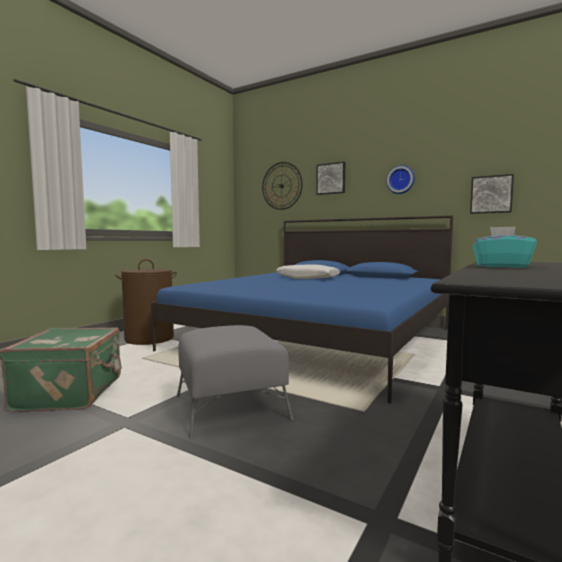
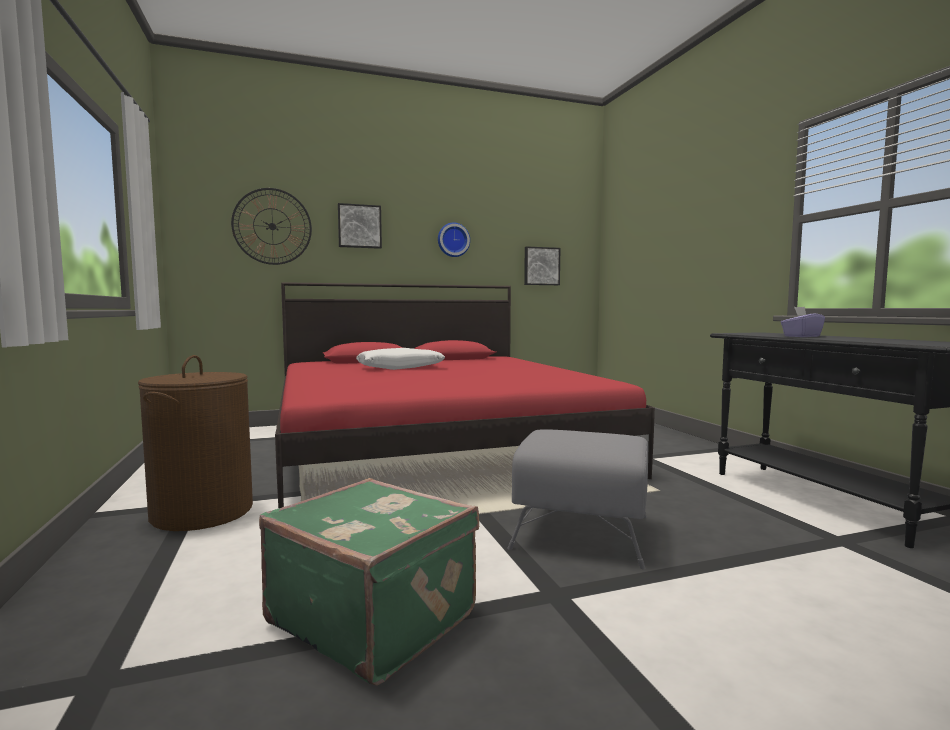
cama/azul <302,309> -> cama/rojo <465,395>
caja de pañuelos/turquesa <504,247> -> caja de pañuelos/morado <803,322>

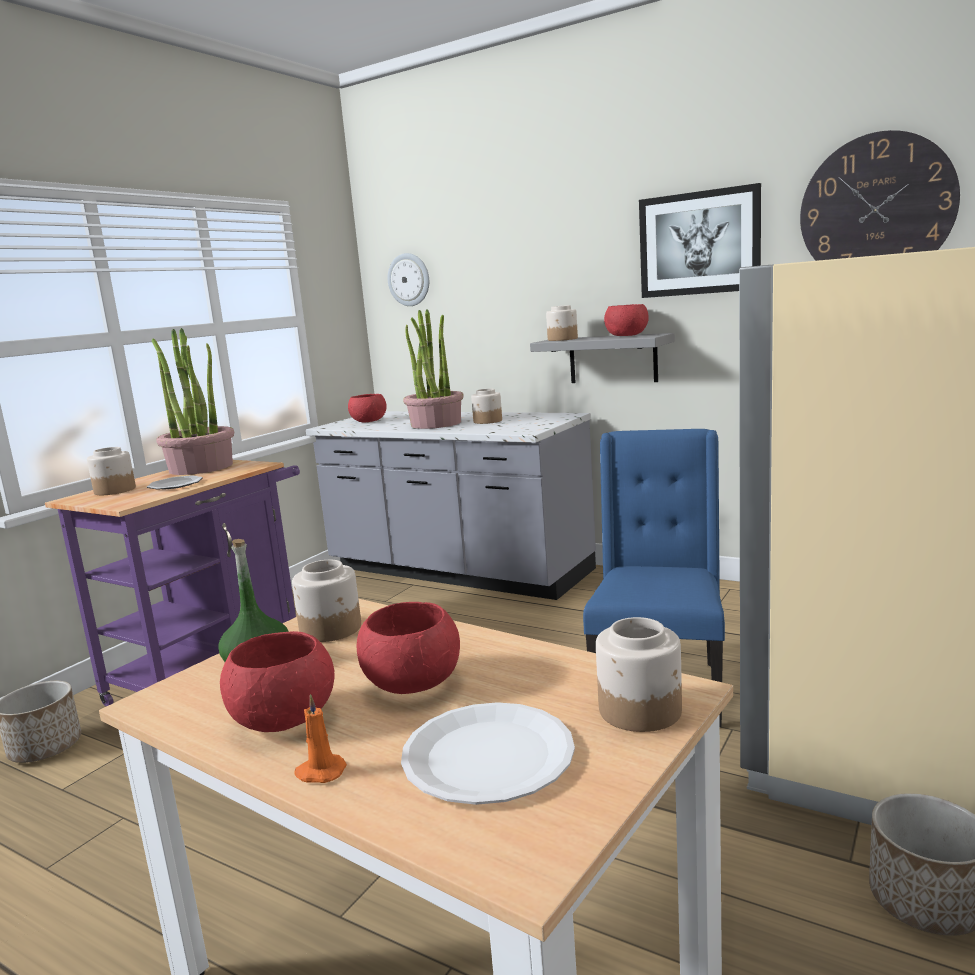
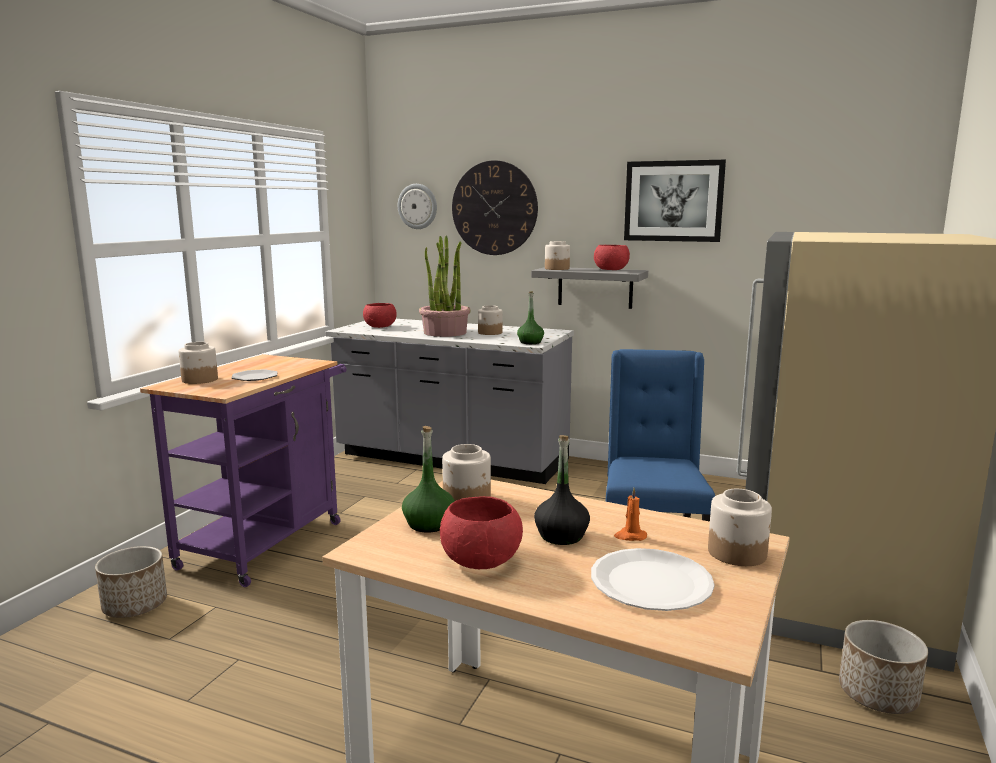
planta en maceta <193,401> -> none
none -> botella/verde <530,317>
vela/naranja <320,738> -> vela/naranja <630,514>, move
reloj de pared <880,195> -> reloj de pared <495,207>, move
cuenco/rojo <408,648> -> botella/negro <562,490>

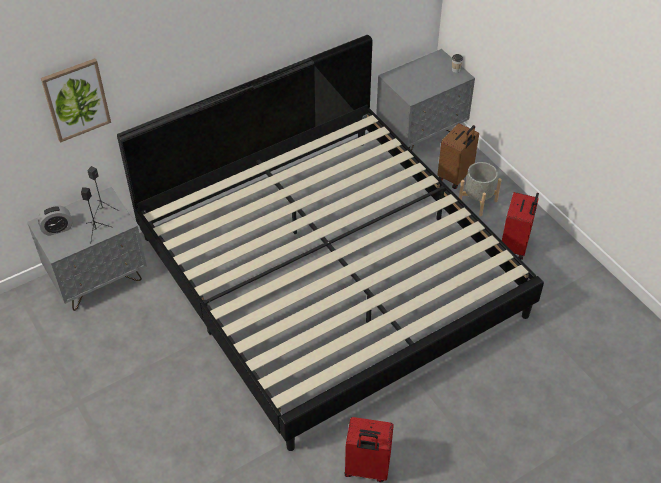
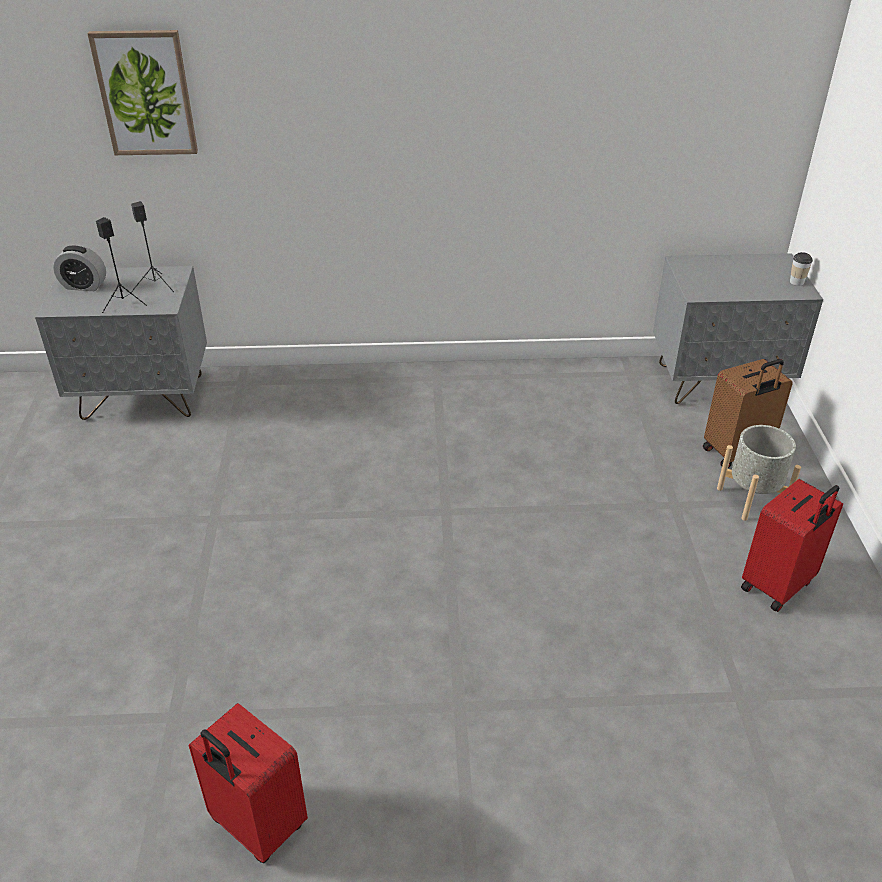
cama <330,243> -> none

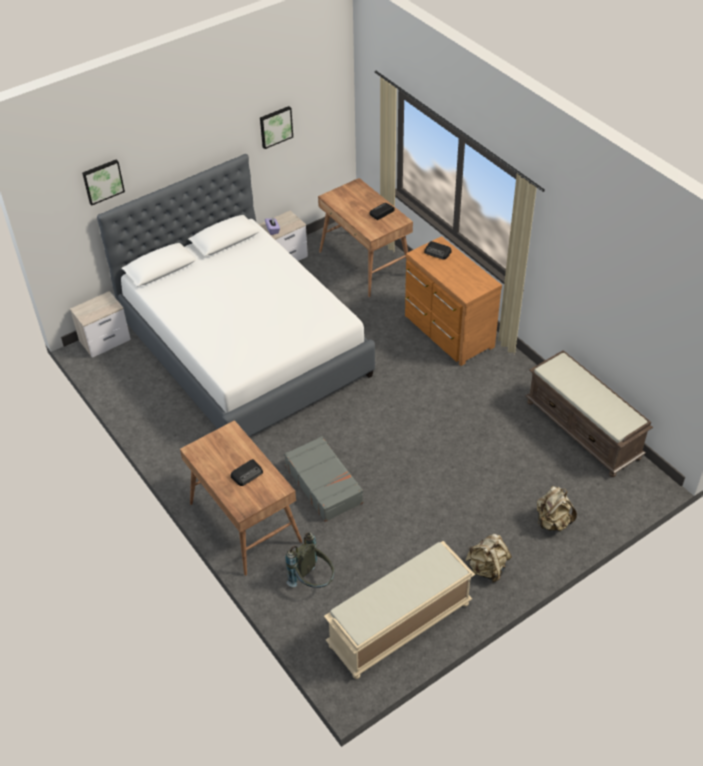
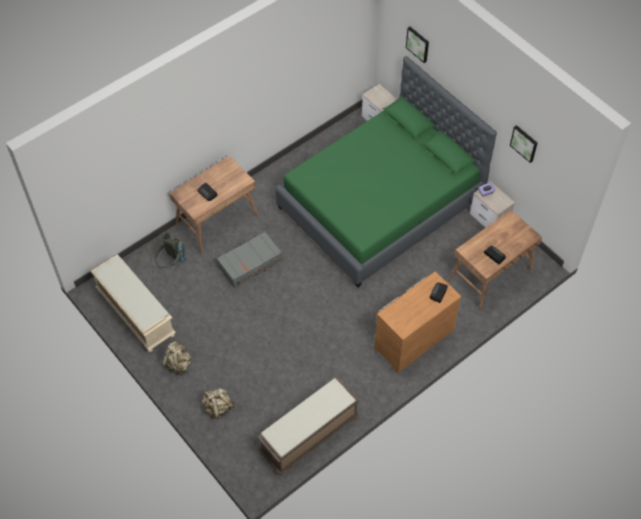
cama/blanco <236,295> -> cama/verde <386,171>

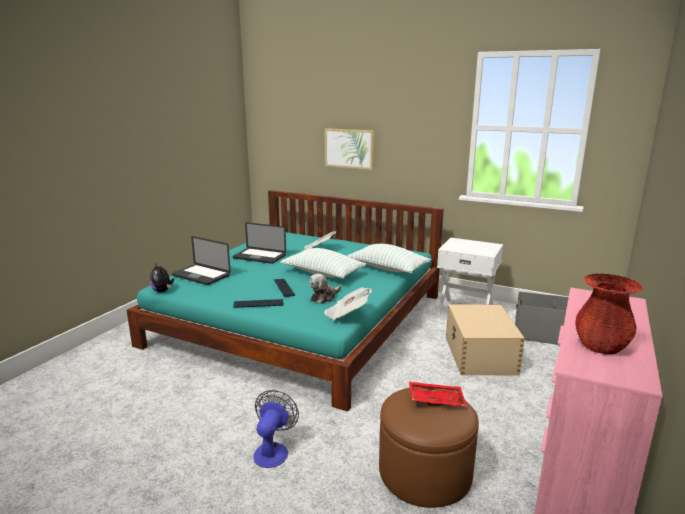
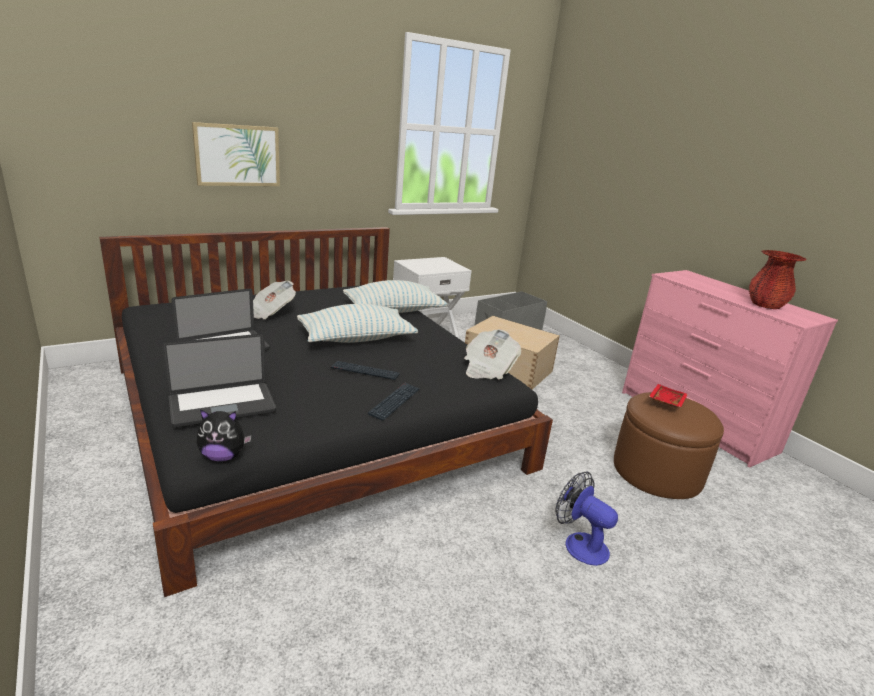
peluche <325,289> -> none
cama/turquesa <285,301> -> cama/negro <326,412>

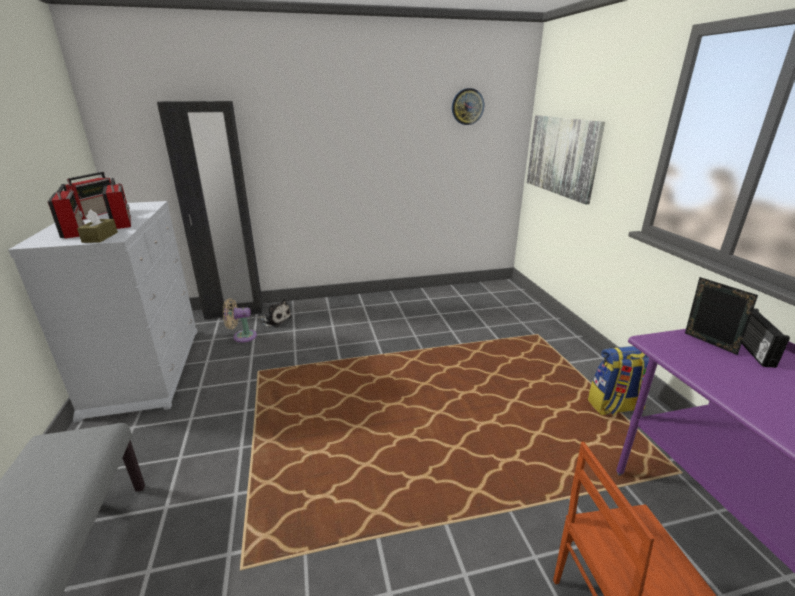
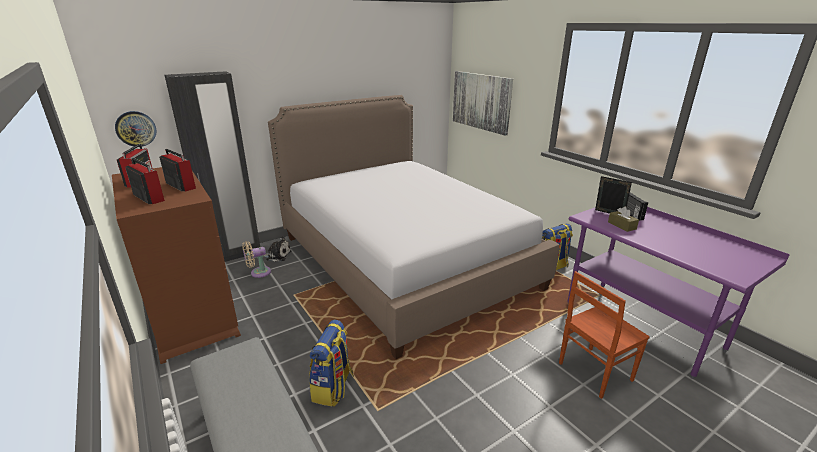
none -> cama <413,227>
none -> mochila <331,363>
caja de pañuelos/marrón <97,226> -> caja de pañuelos/marrón <623,219>, move
reloj de pared <468,106> -> reloj de pared <136,129>, move
cómoda/blanco <103,312> -> cómoda/marrón <176,265>

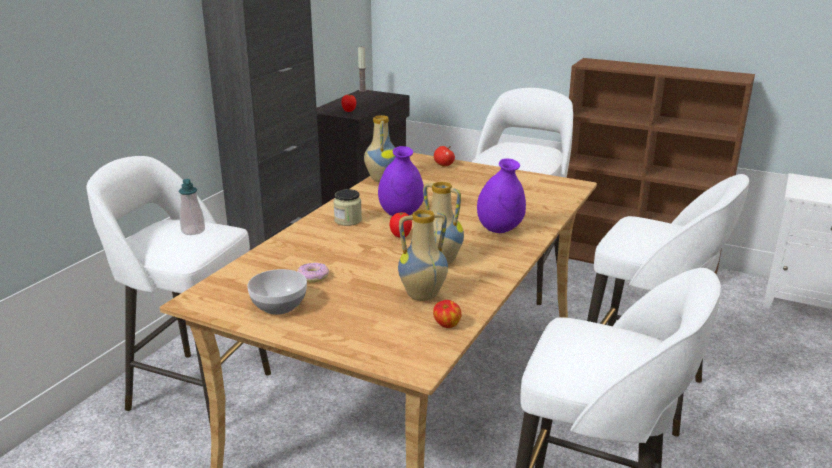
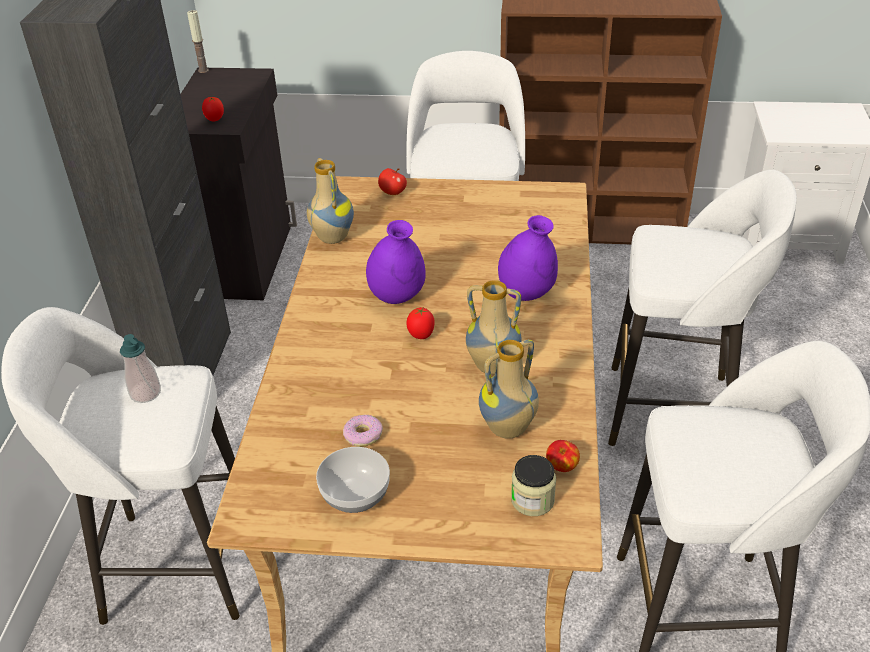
tarro <347,207> -> tarro <533,485>, move

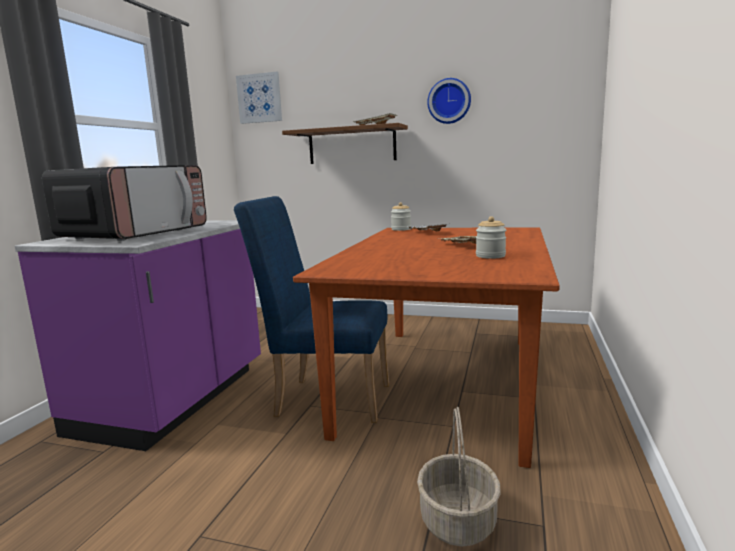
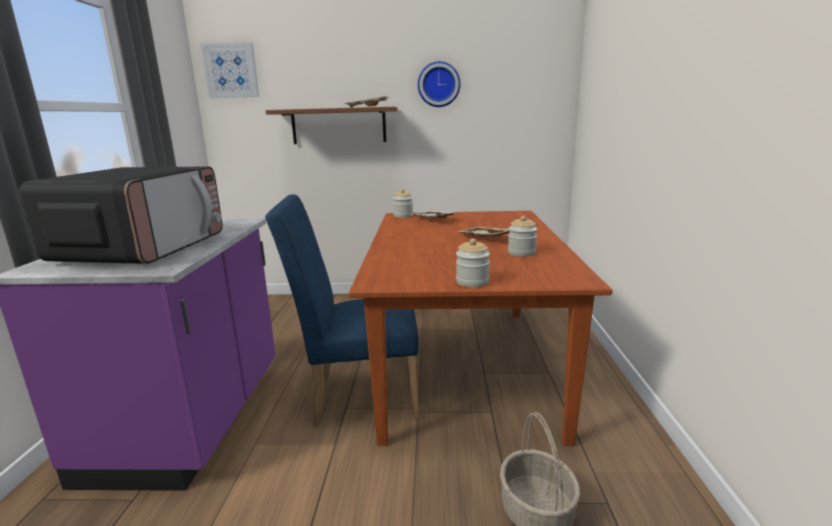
none -> tarro <473,262>

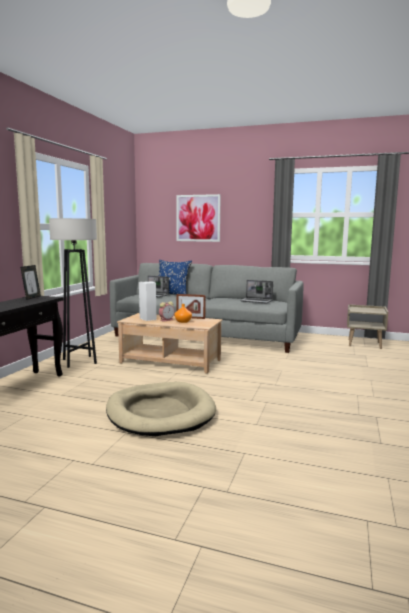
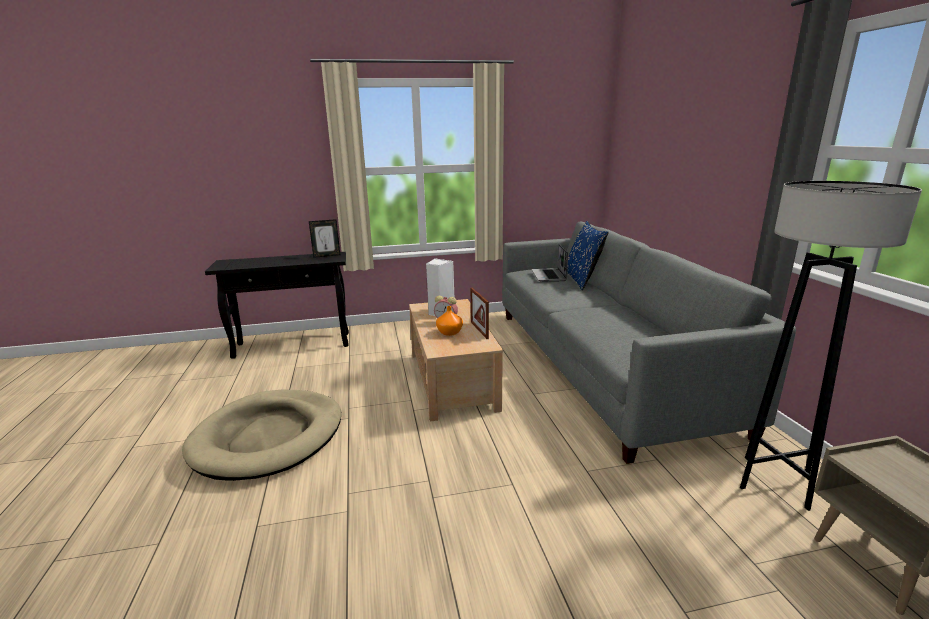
cuadro <198,218> -> none
portátil <256,292> -> none
lámpara de pie/gris <73,293> -> lámpara de pie/gris <831,346>, move

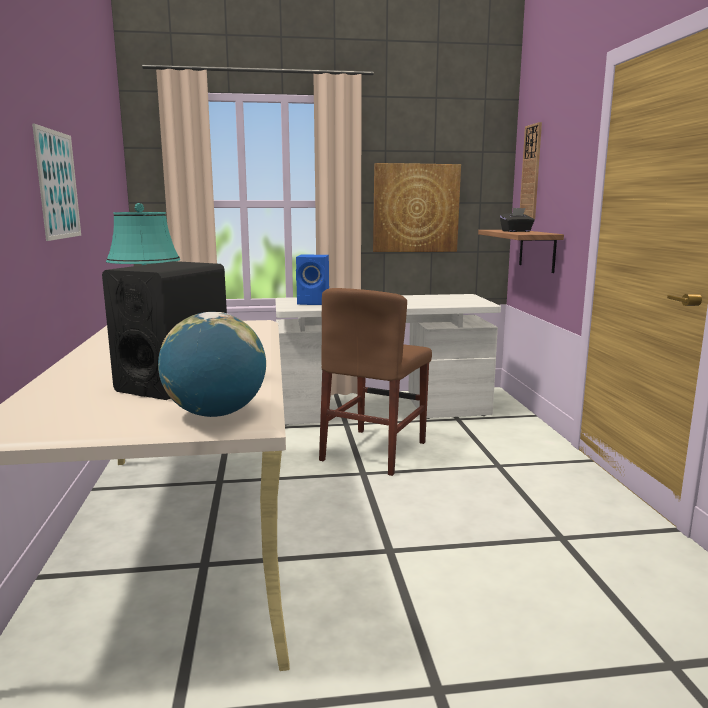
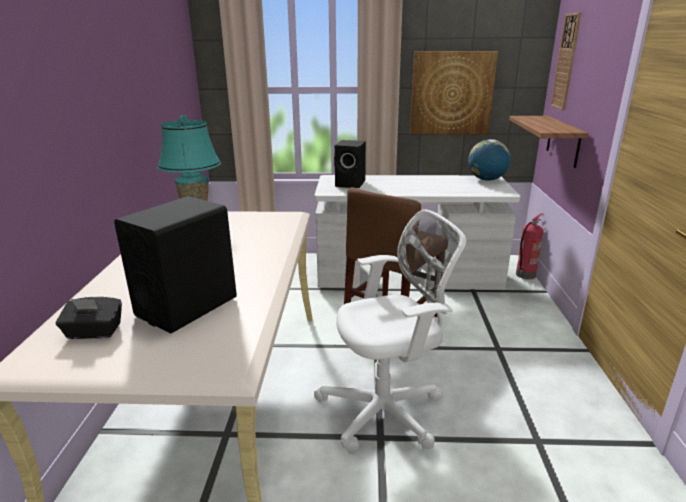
cuadro <56,182> -> none
none -> silla de oficina/blanco <390,330>
none -> extintor <529,246>
globo terráqueo <212,364> -> globo terráqueo <489,160>, move
caja de pañuelos/negro <517,220> -> caja de pañuelos/negro <88,318>, move
altavoz/azul <312,280> -> altavoz/negro <350,164>

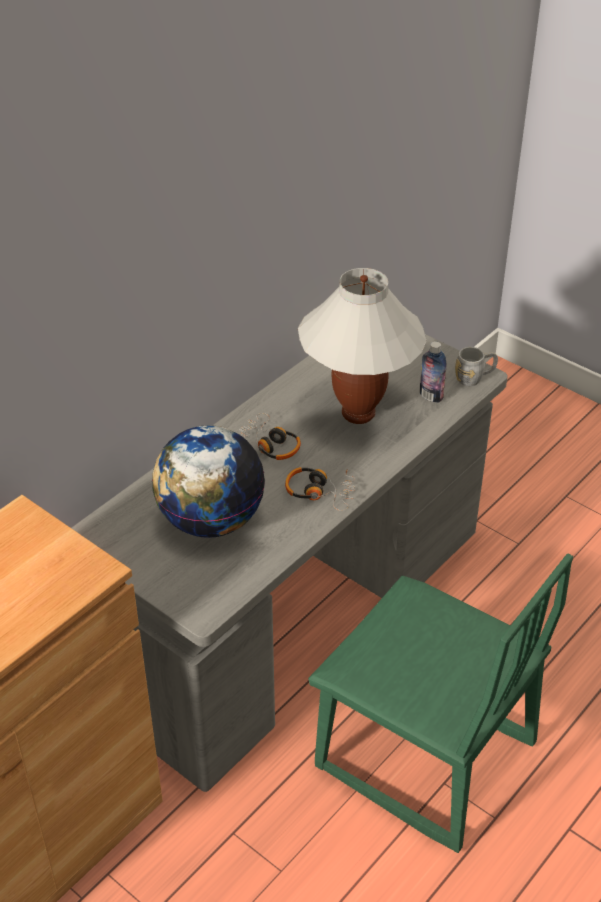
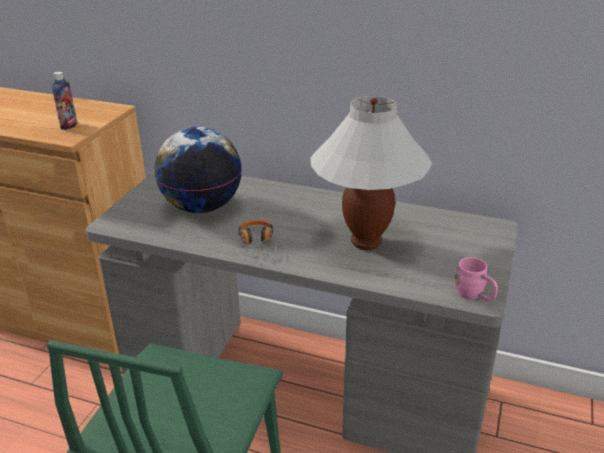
auriculares <270,436> -> none
botella <433,372> -> botella <64,100>, move
taza grande/gris <476,366> -> taza grande/rosa <476,279>

